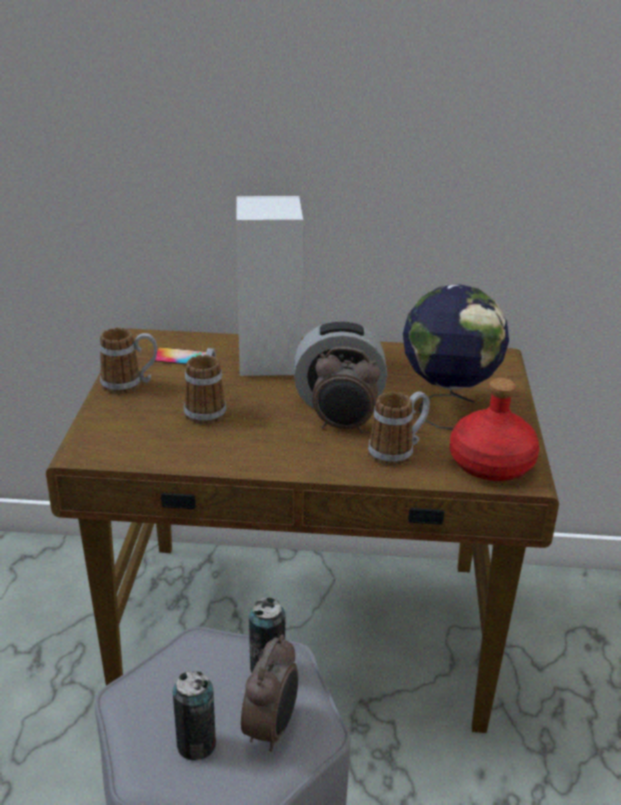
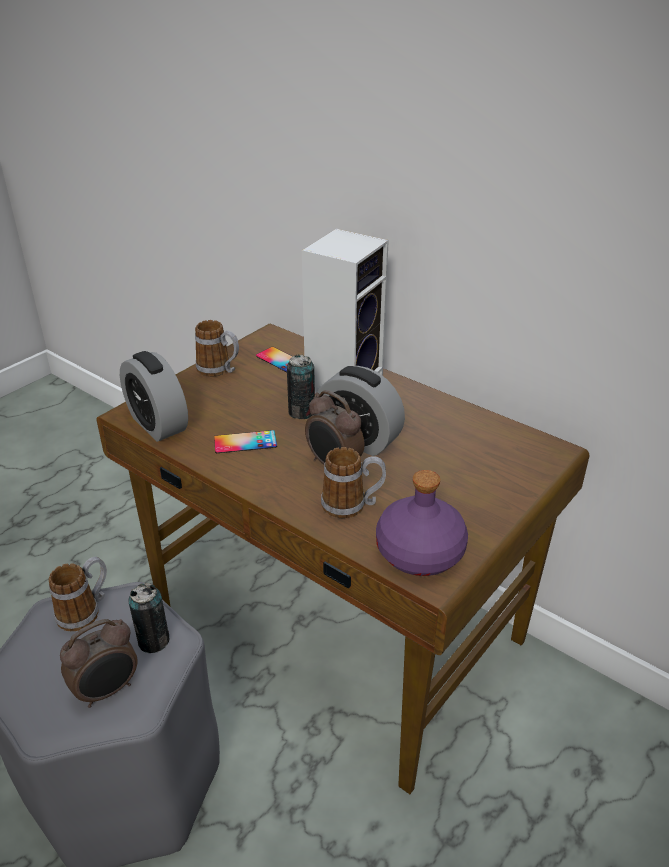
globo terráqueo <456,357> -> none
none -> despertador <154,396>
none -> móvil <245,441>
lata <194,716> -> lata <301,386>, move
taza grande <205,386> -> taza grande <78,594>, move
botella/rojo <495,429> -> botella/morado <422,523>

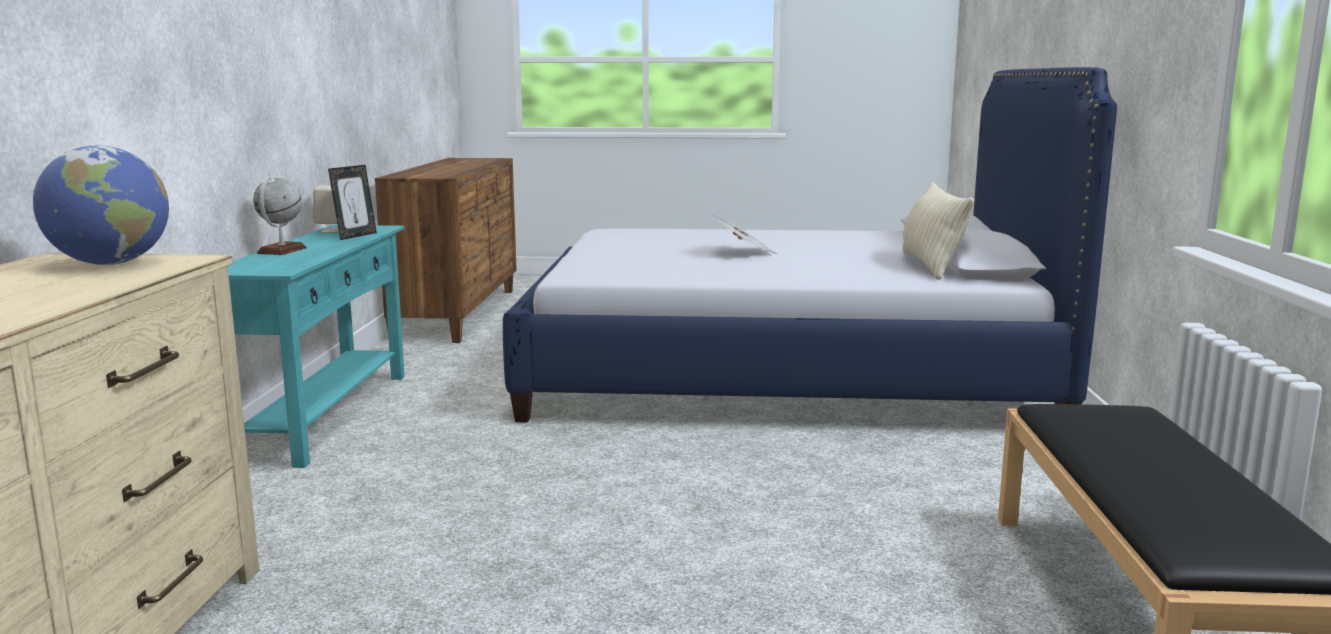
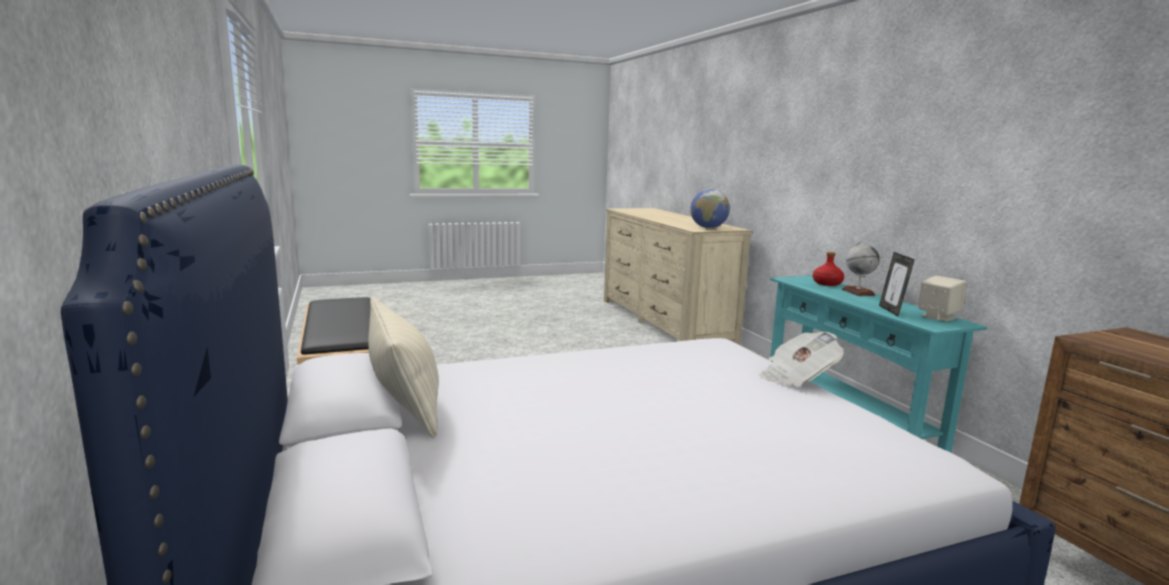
none -> botella/rojo <828,269>
periódico <744,234> -> periódico <802,359>, move

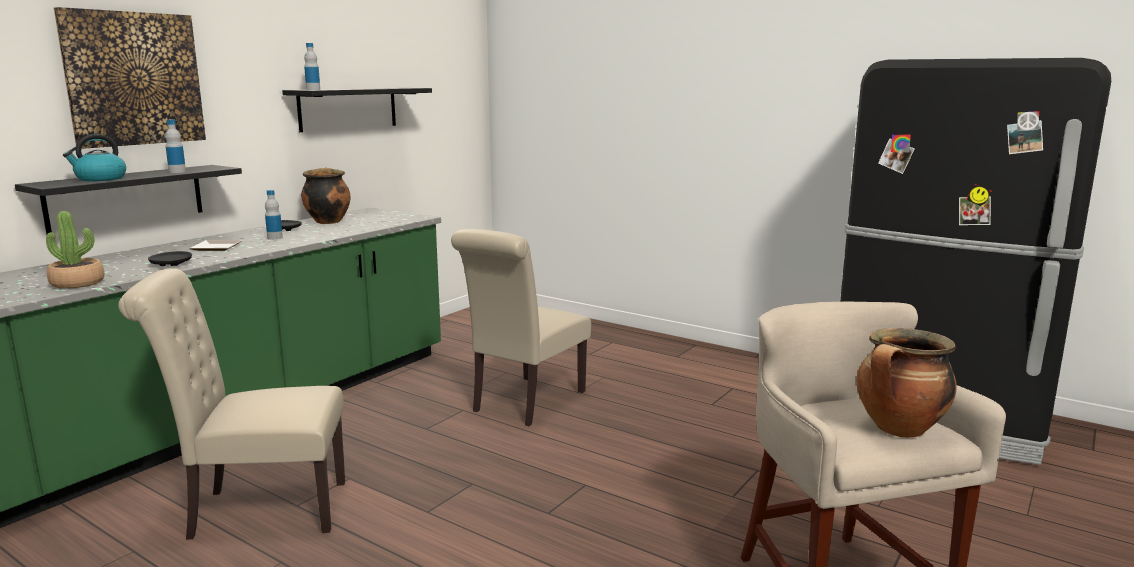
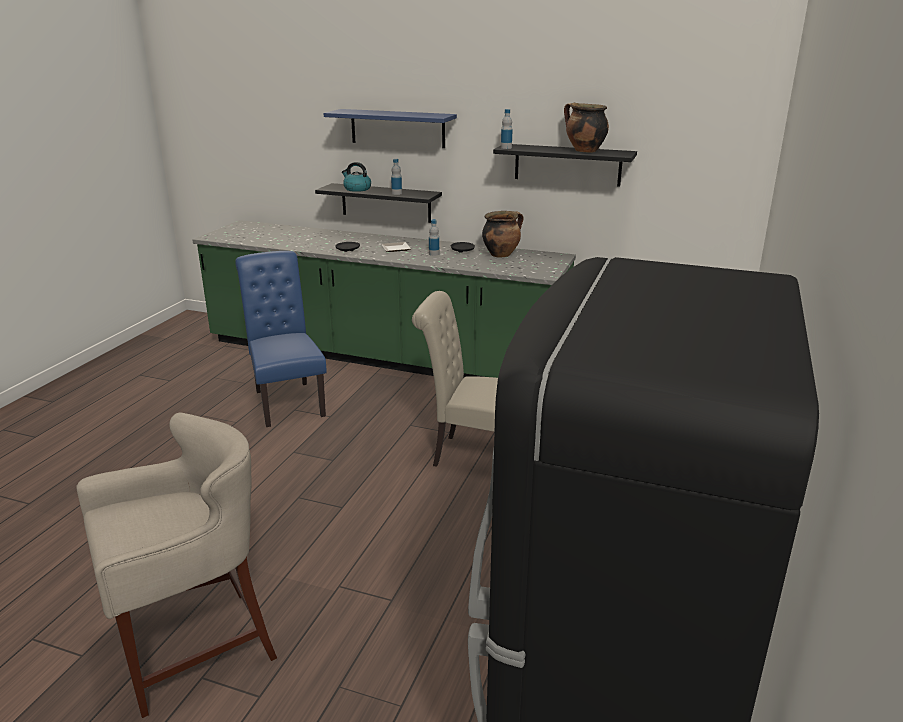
planta en maceta <75,250> -> none
olla <906,383> -> olla <586,128>, move
cuadro <130,78> -> estante/azul <390,128>
silla/beis <231,404> -> silla/azul <281,339>

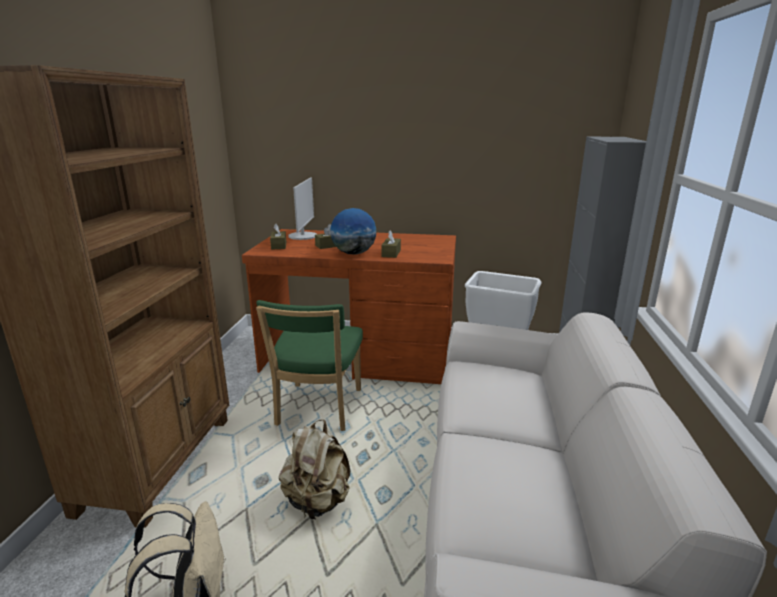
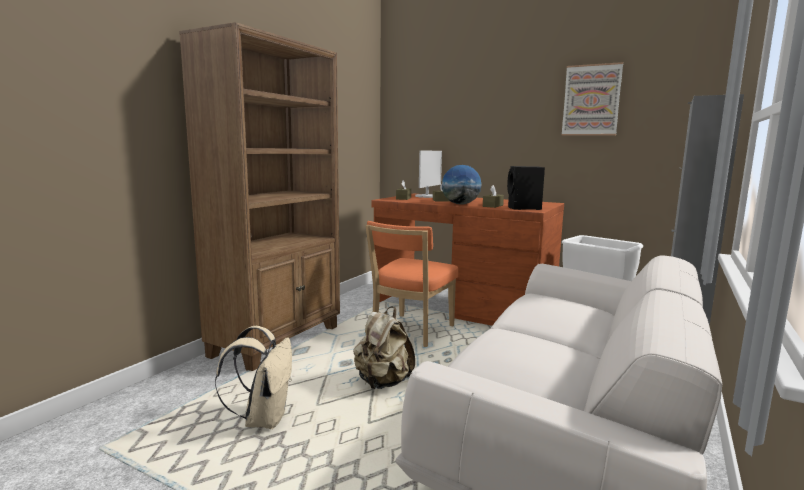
none -> altavoz/negro <526,188>
none -> cuadro <592,98>
silla/verde <309,365> -> silla/naranja <412,284>

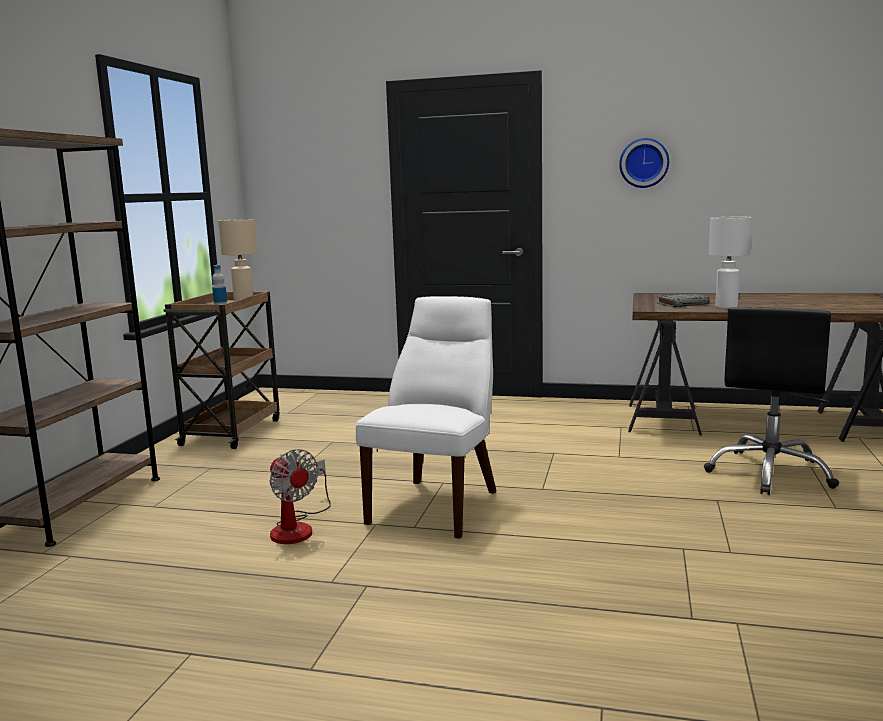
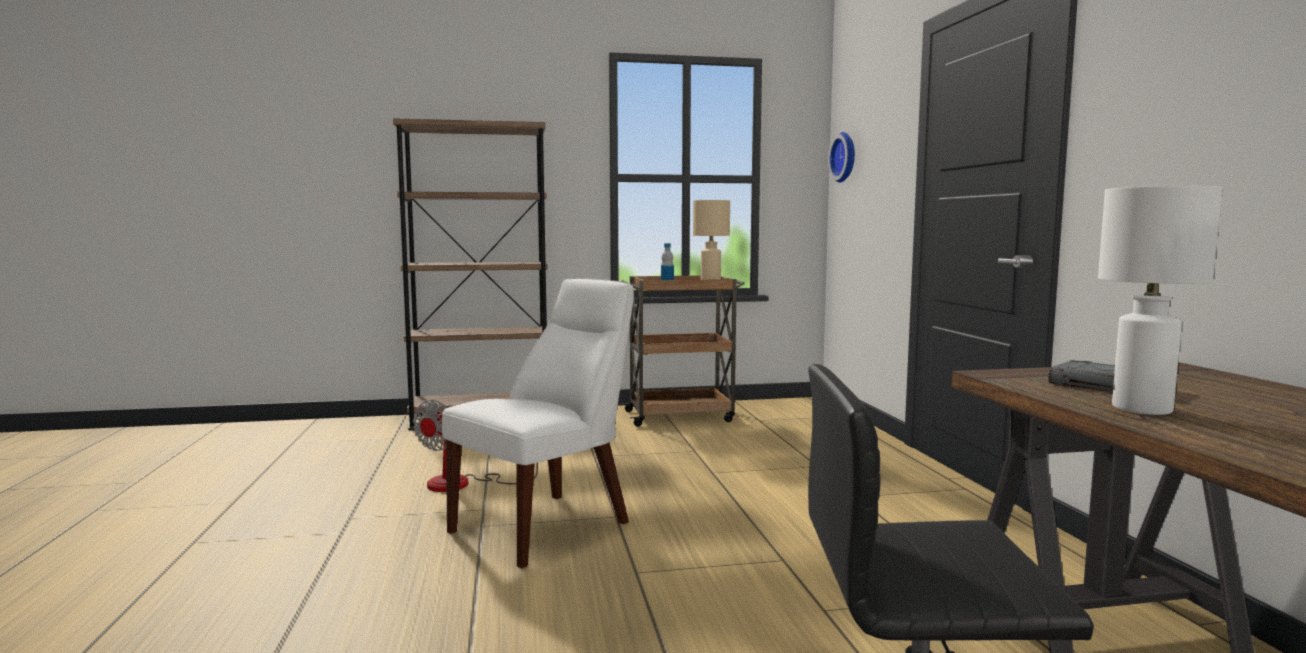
reloj de pared <644,163> -> reloj de pared <841,157>, move
silla/blanco <426,417> -> silla/blanco <538,423>, 45 degrees counterclockwise

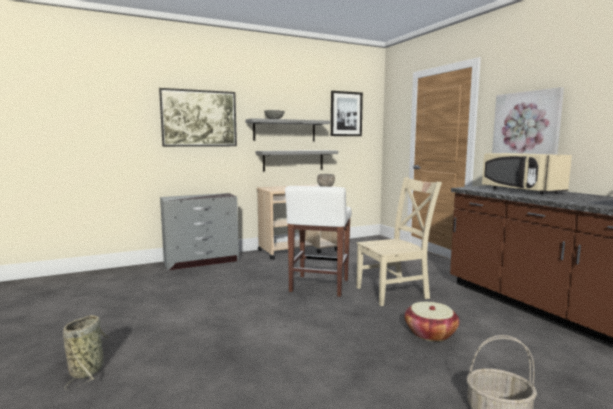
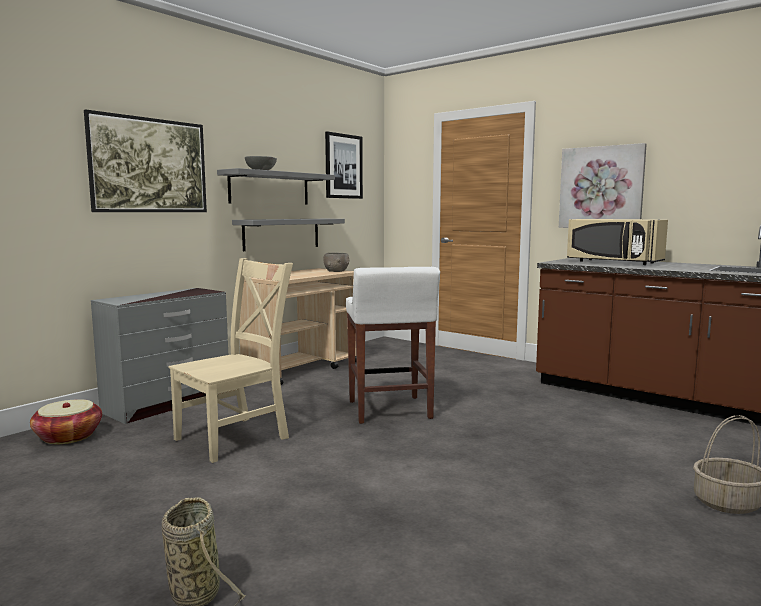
silla/beis <399,241> -> silla/beis <230,360>, move
cesta <432,322> -> cesta <66,421>, move

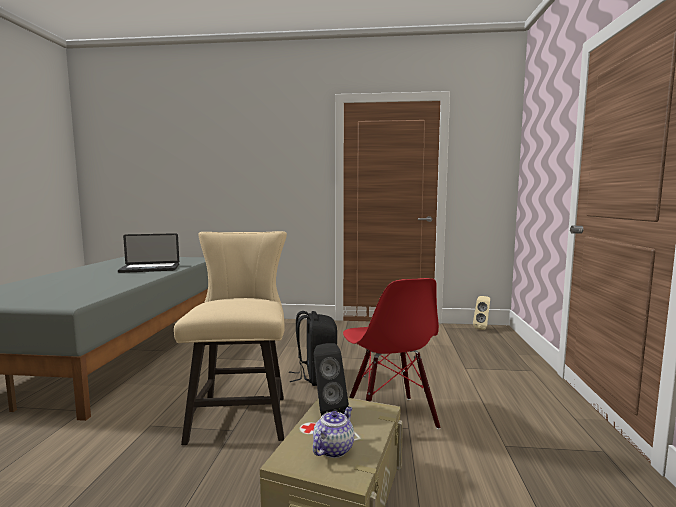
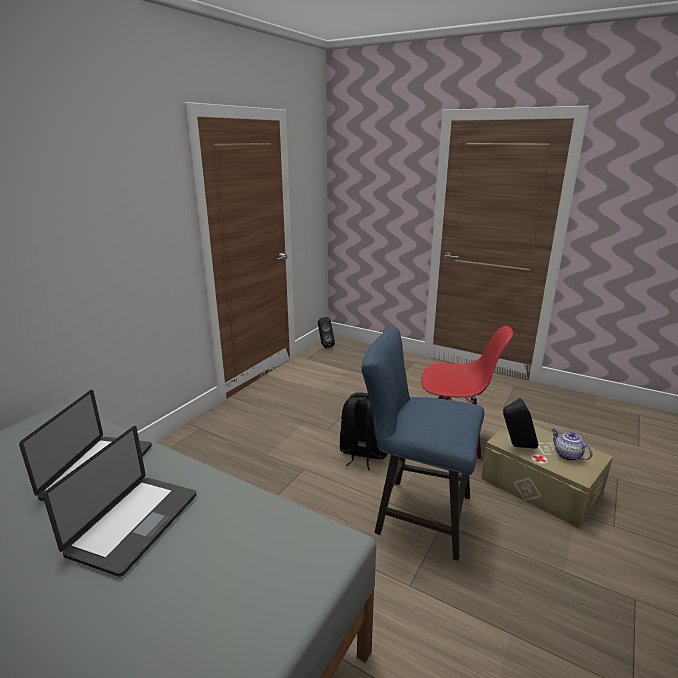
none -> portátil <119,501>
silla/beis <230,338> -> silla/azul <422,444>
altavoz/beis <481,313> -> altavoz/negro <326,332>

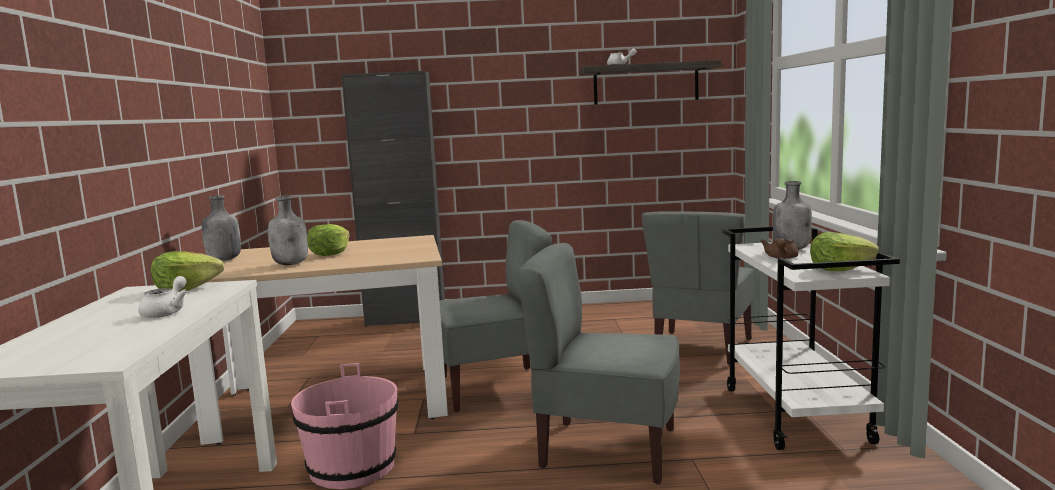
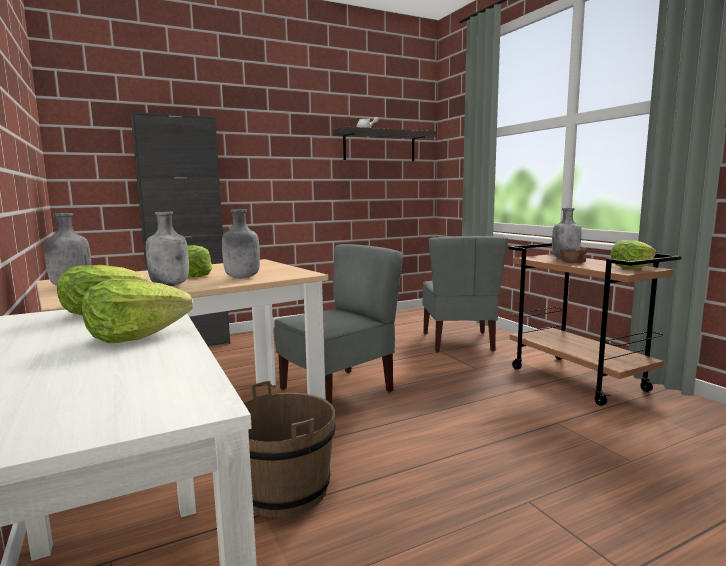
silla/gris <599,363> -> none
none -> botella/gris <241,243>
tetera/blanco <162,297> -> lechuga <137,311>
cubo/rosa <344,426> -> cubo/marrón <289,449>
carrito/blanco <811,338> -> carrito/marrón <595,324>

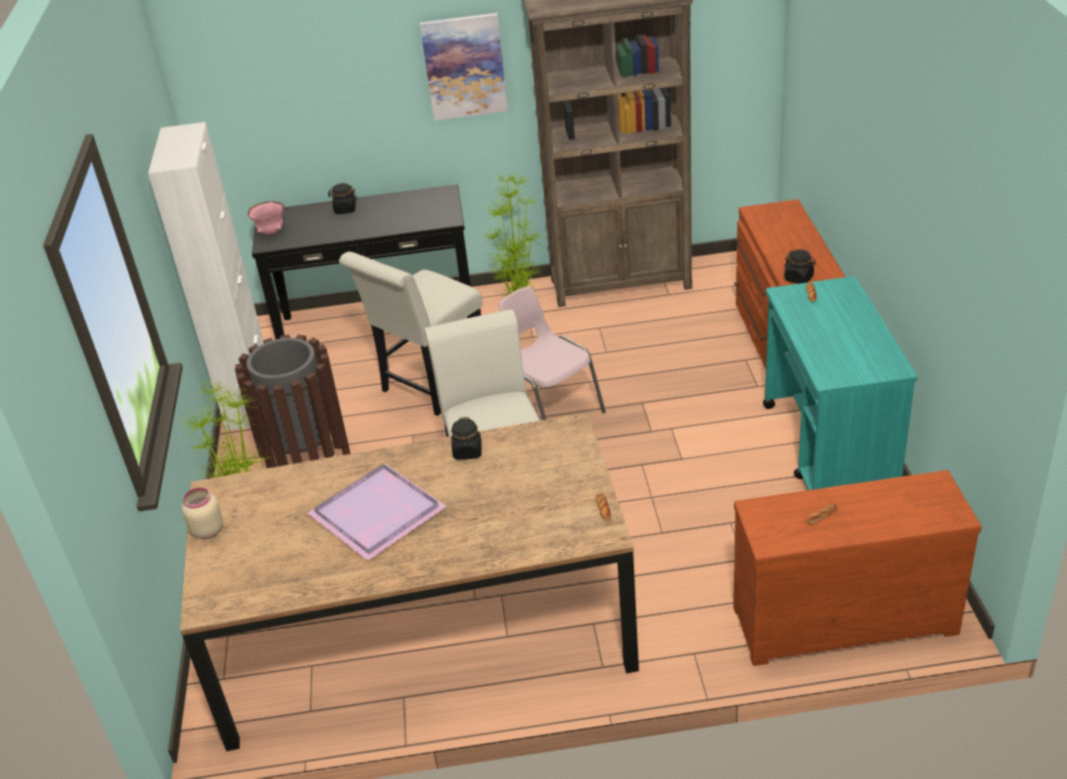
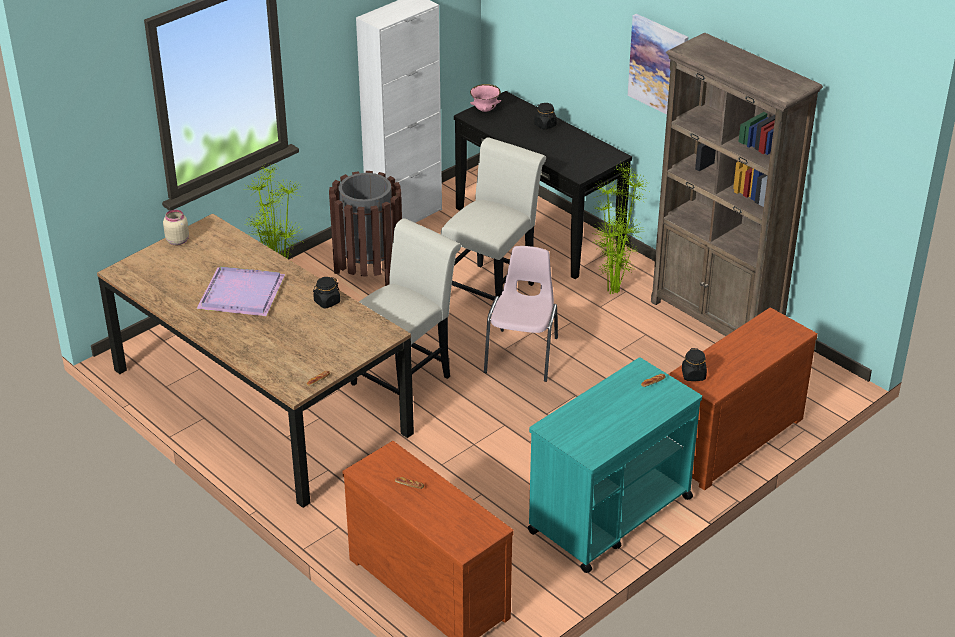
silla/blanco <410,334> -> silla/blanco <493,219>, 120 degrees clockwise

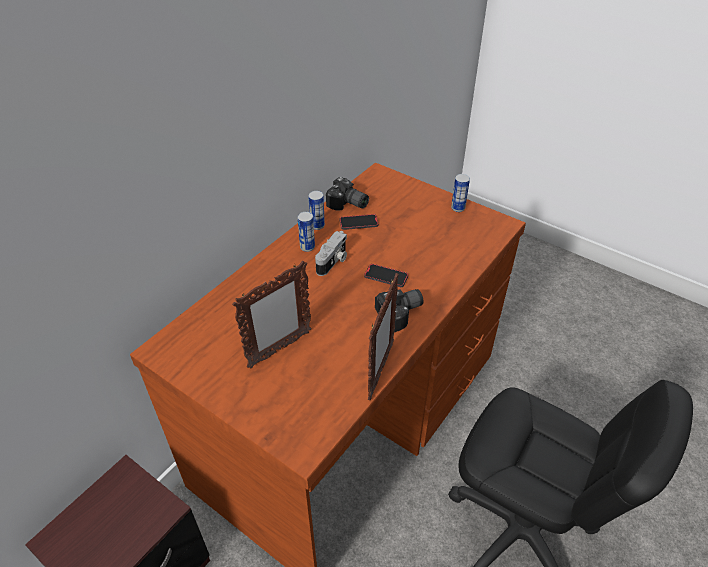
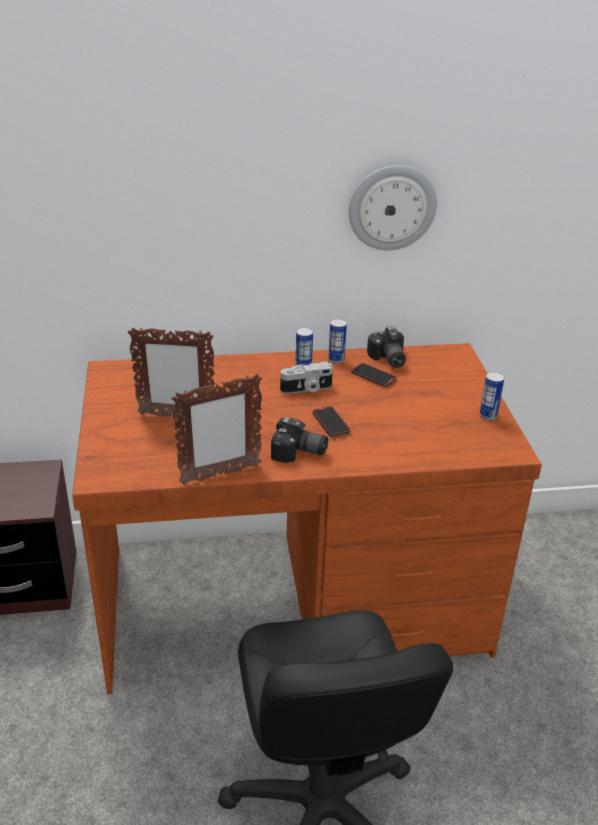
none -> reloj de pared <393,207>

